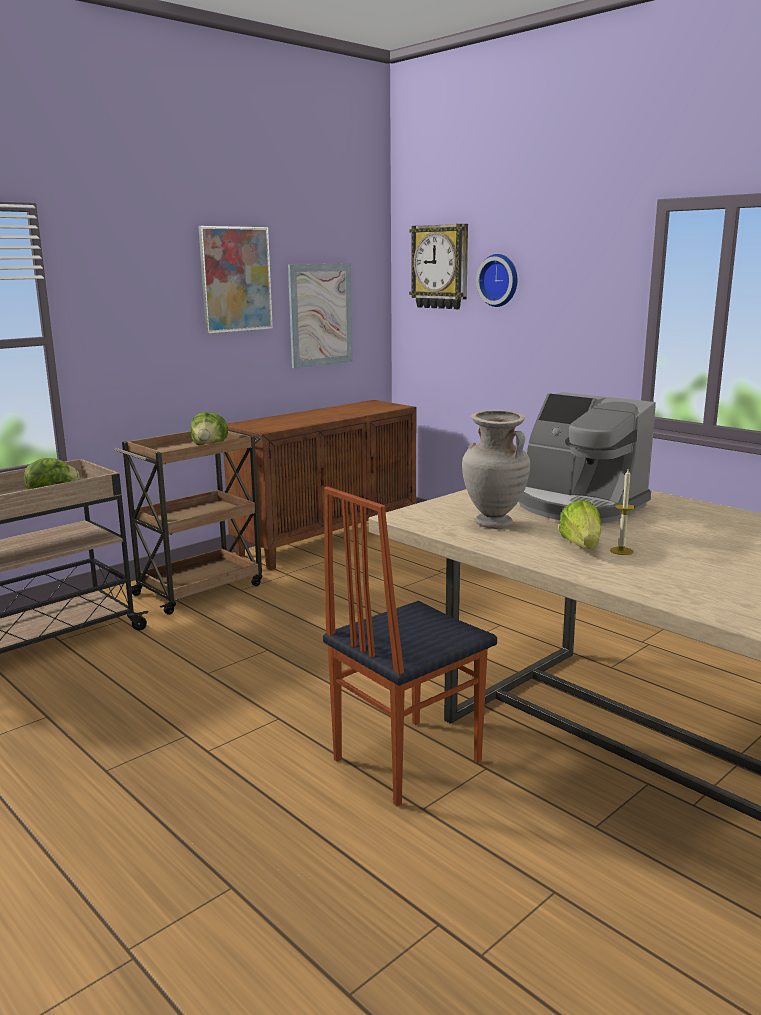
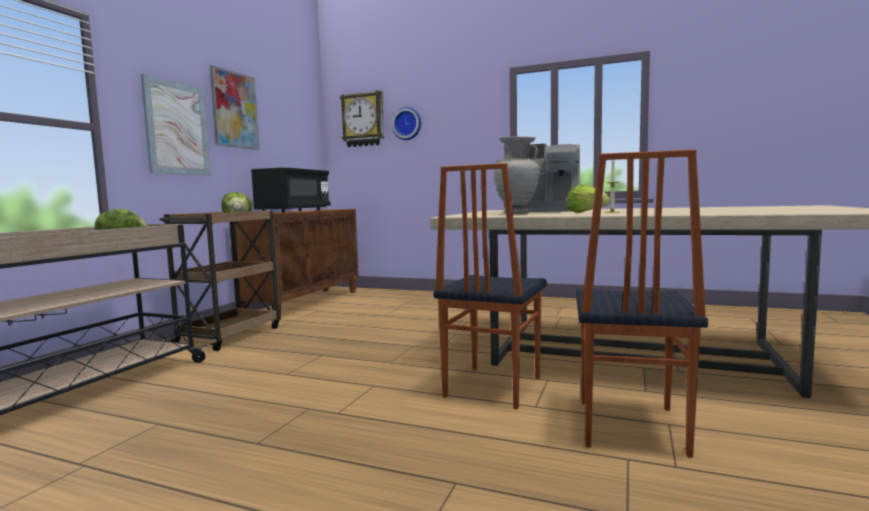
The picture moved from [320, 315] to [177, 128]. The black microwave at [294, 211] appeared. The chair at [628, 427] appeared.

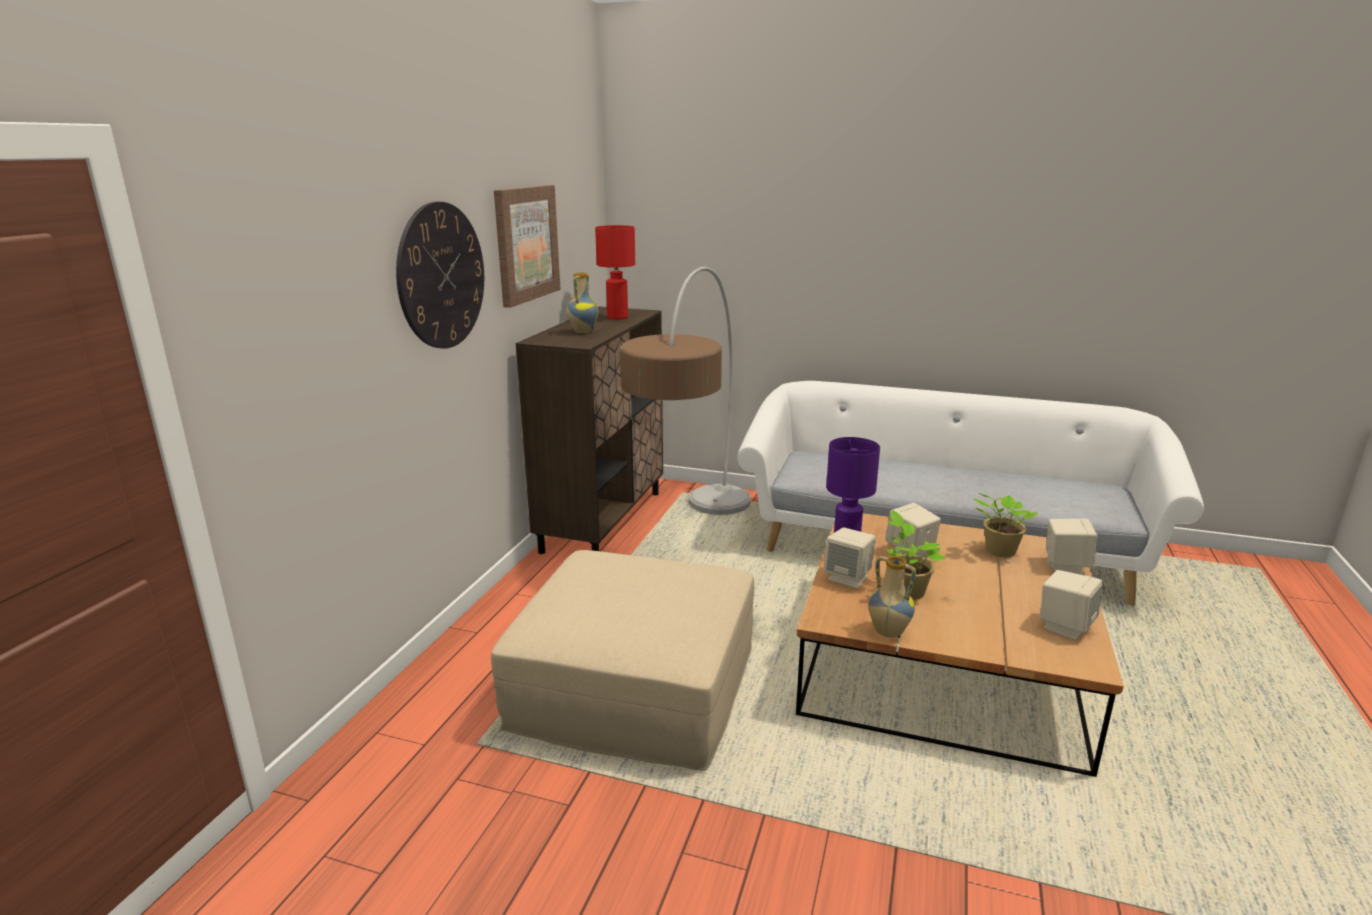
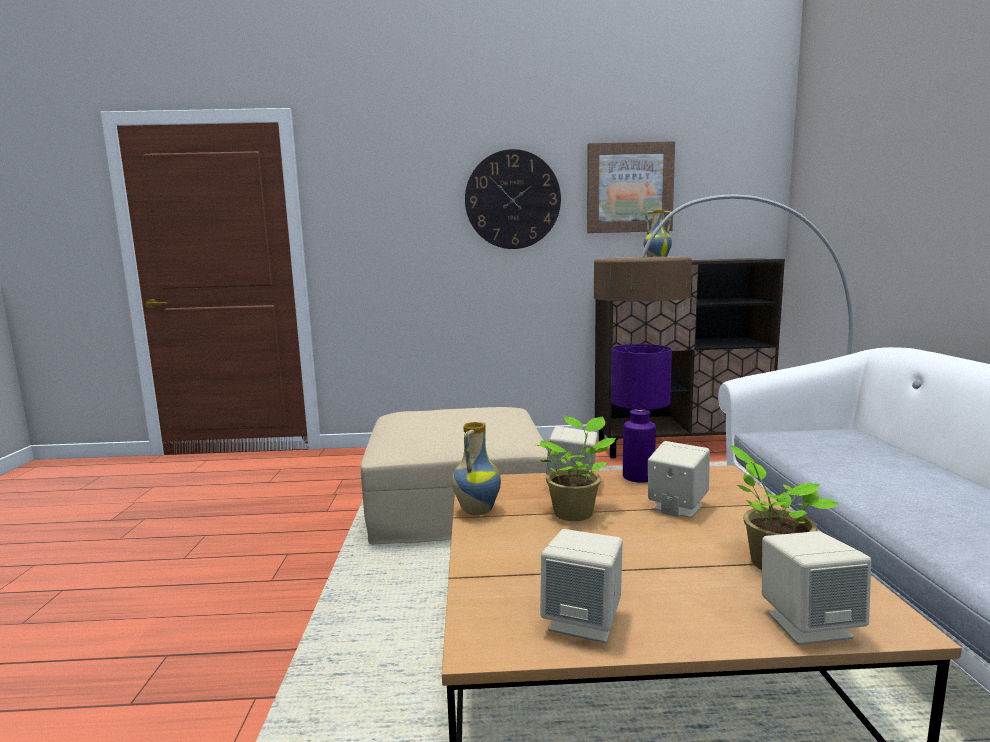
The red table lamp at [618, 318] disappeared.

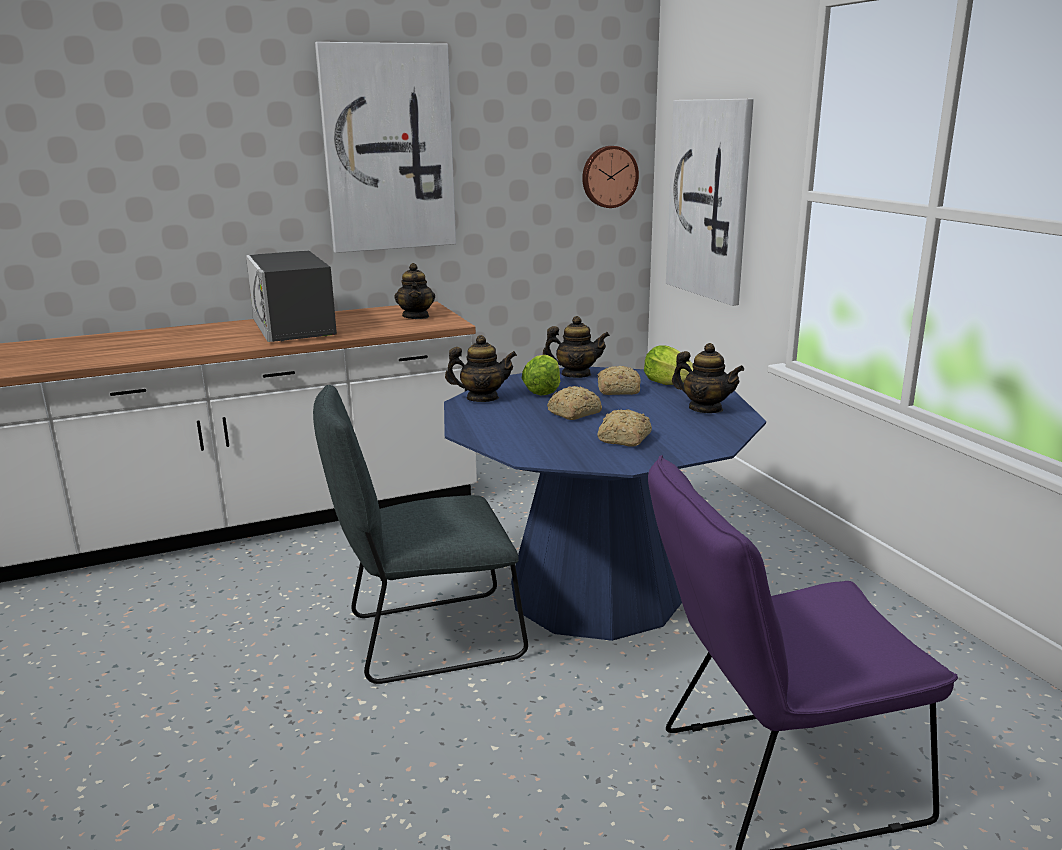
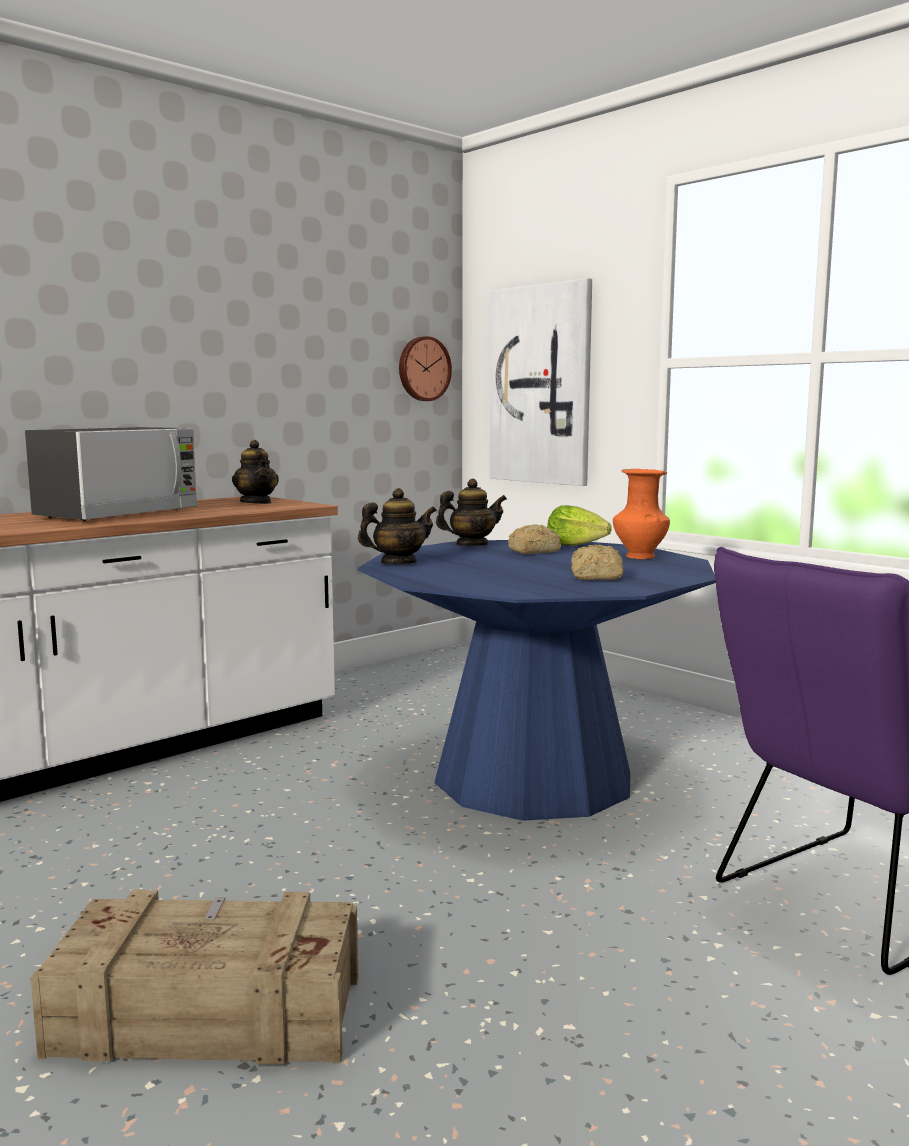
The microwave at [293, 328] turned 105 degrees counterclockwise. The grey chair at [427, 638] disappeared. The picture at [388, 149] disappeared. The lettuce at [542, 391] disappeared. The bread at [573, 413] disappeared. The teapot at [705, 409] was replaced by the orange vase at [639, 556]. The crate at [207, 1013] appeared.

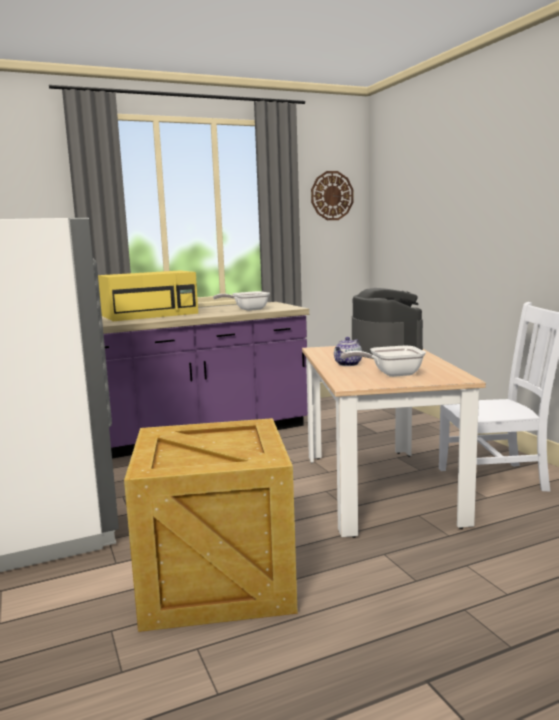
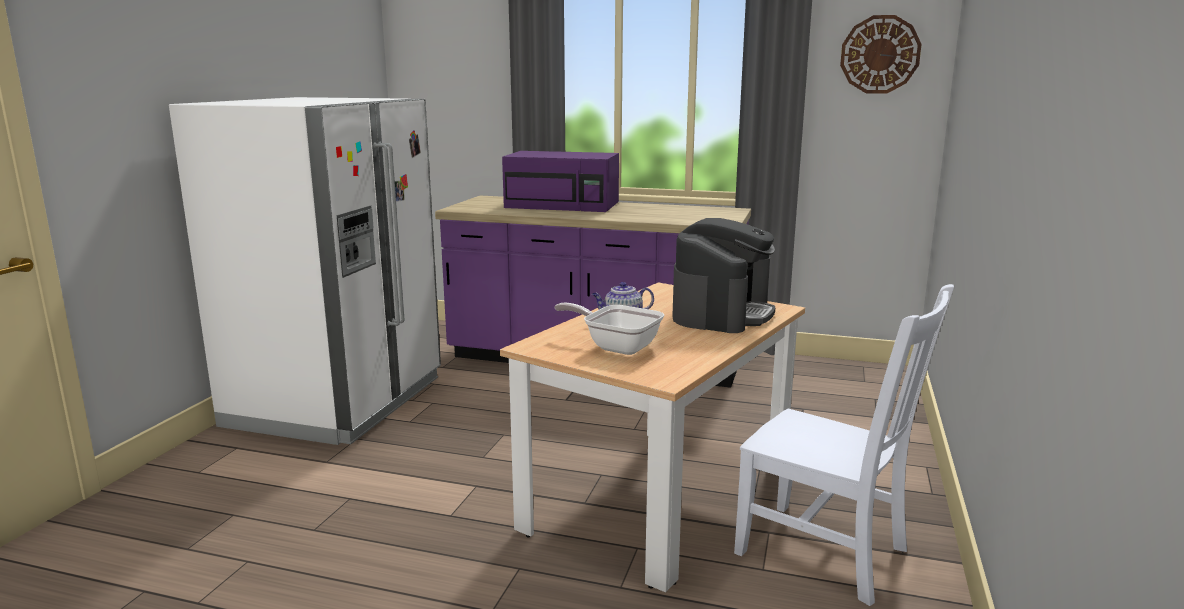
The yellow microwave at [151, 314] became the purple microwave at [563, 205]. The crate at [214, 577] disappeared. The frying pan at [247, 309] disappeared.

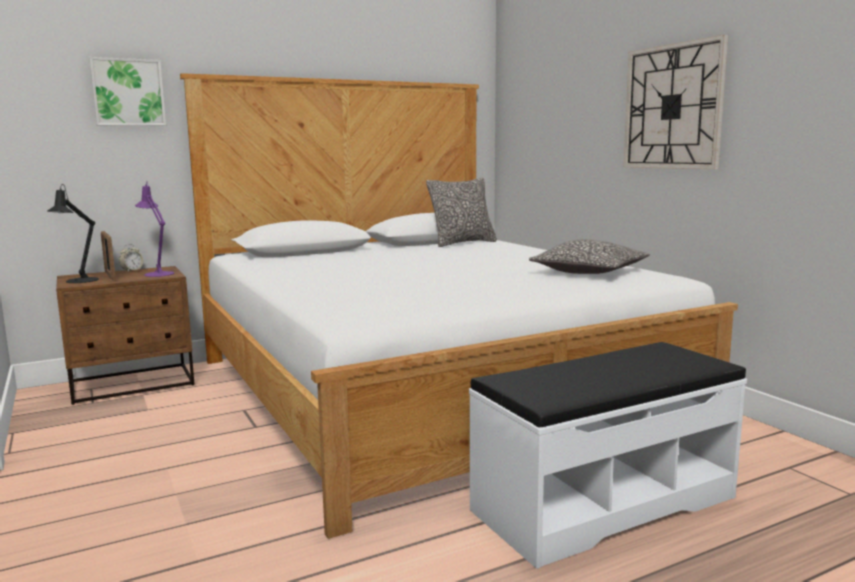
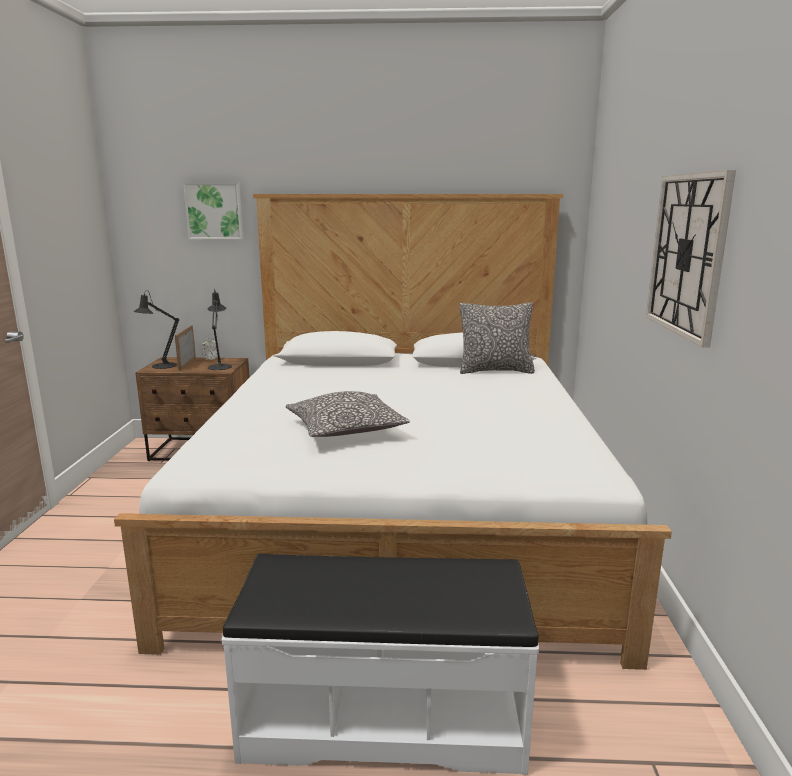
The purple table lamp at [157, 273] became the black table lamp at [220, 366]. The pillow moved from [589, 272] to [346, 429].

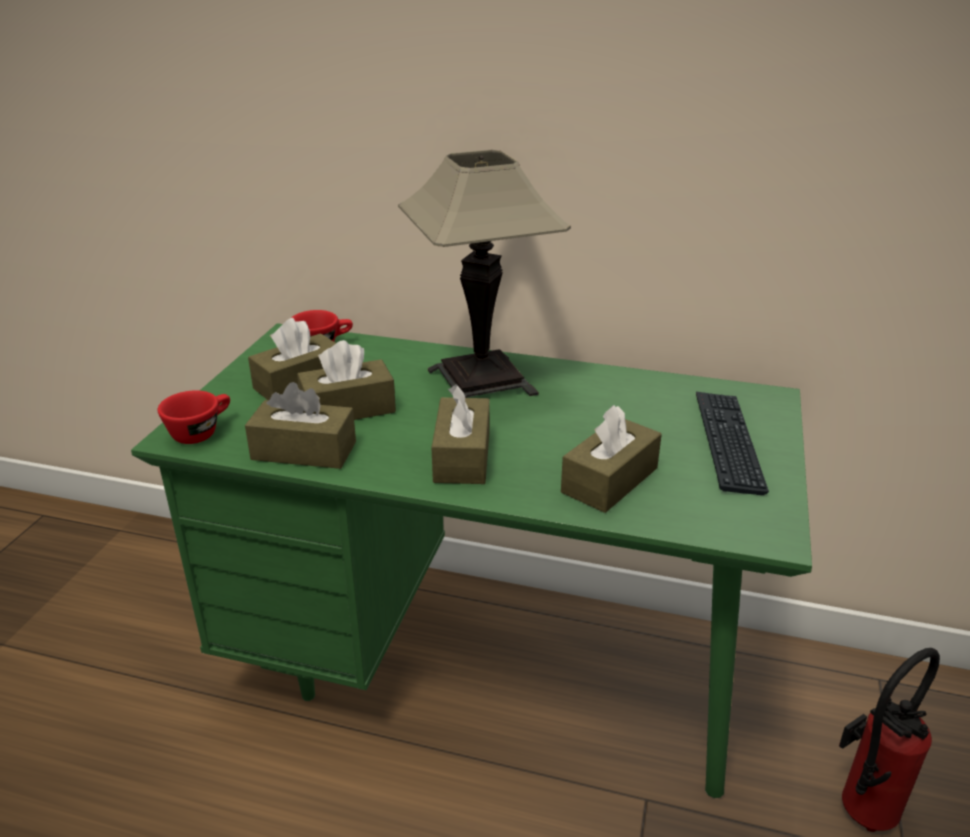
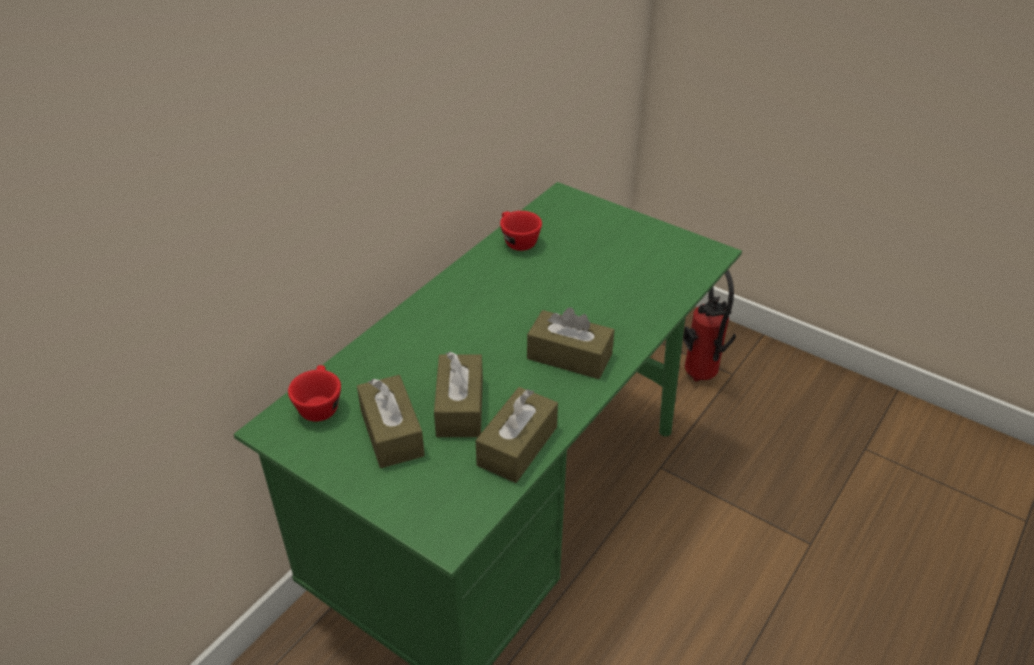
The red cup moved from [201, 431] to [517, 241]. The table lamp at [482, 381] disappeared. The brown tissue box at [609, 480] disappeared. The keyboard at [728, 442] disappeared.

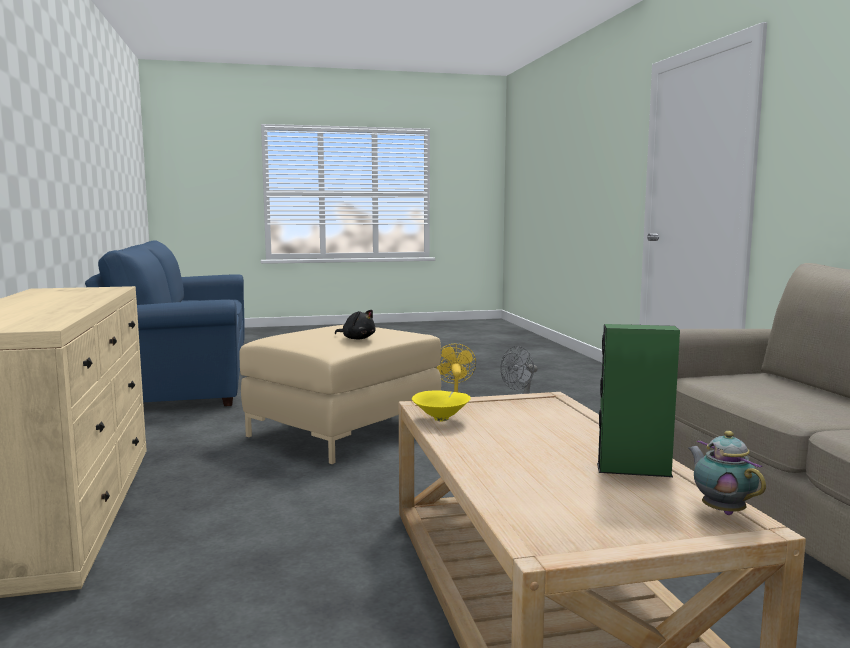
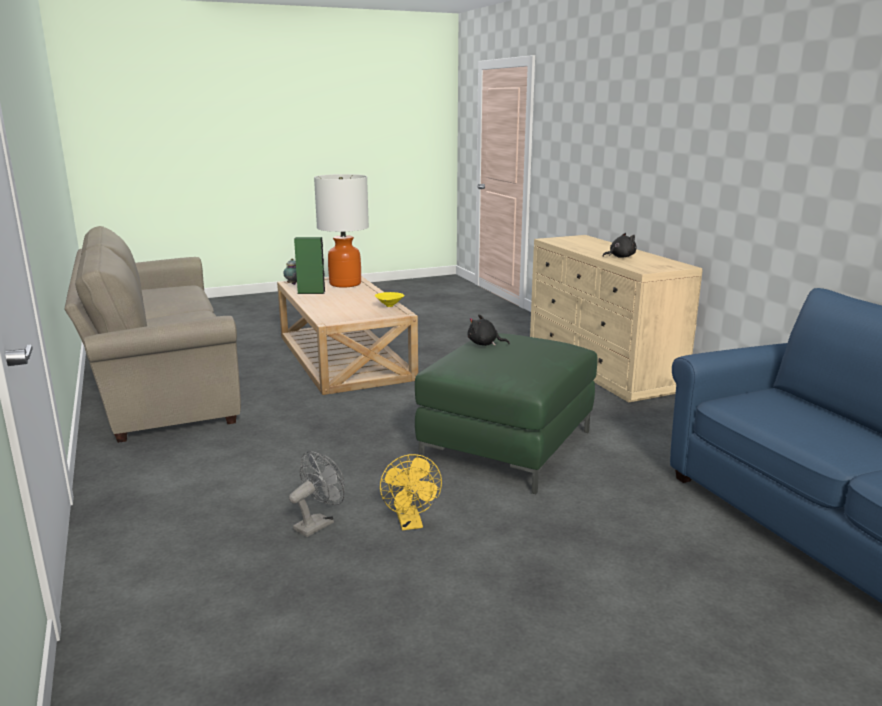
The beige ottoman at [343, 430] became the green ottoman at [508, 447]. The table lamp at [345, 284] appeared. The black plush toy at [620, 257] appeared.

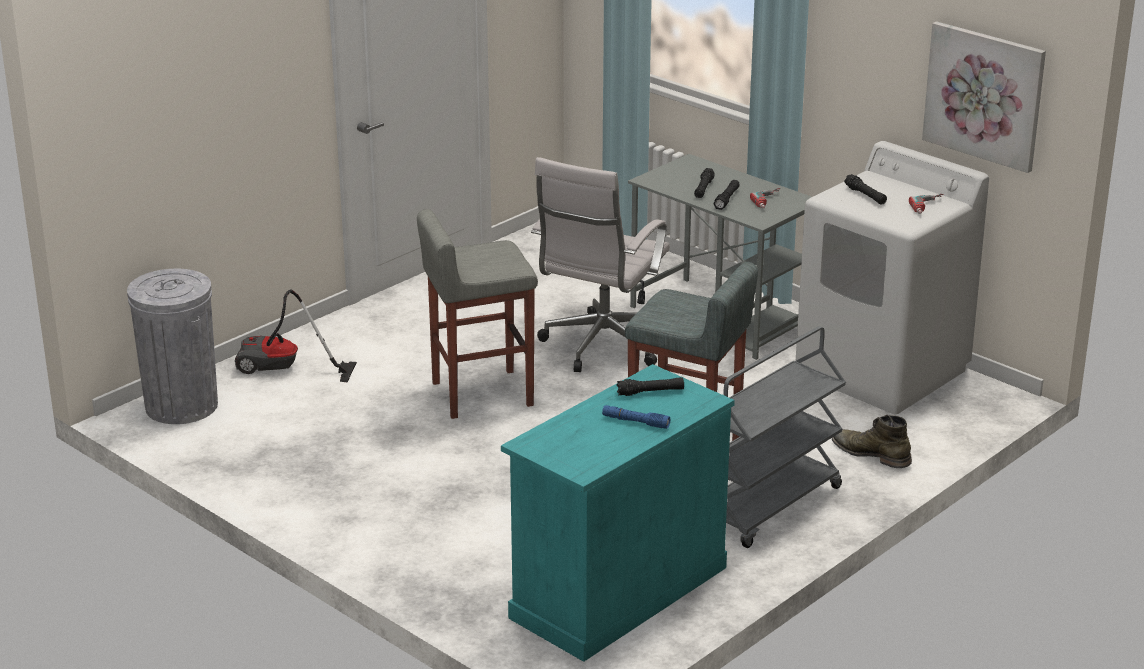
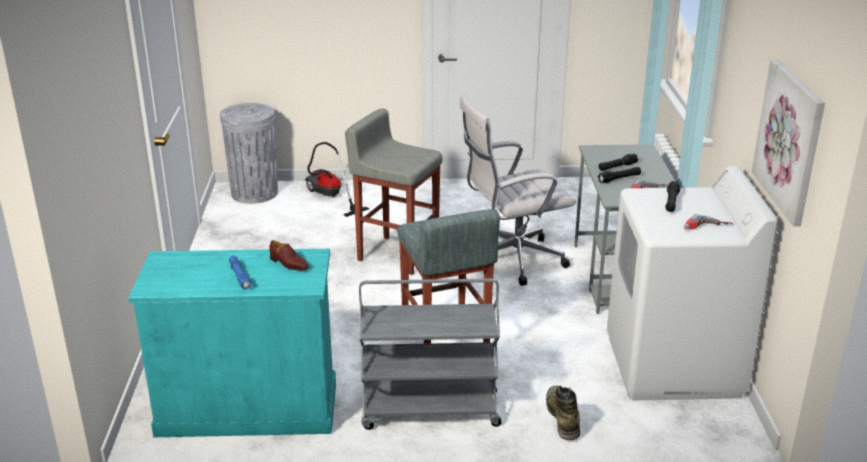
The black flashlight at [650, 392] was replaced by the brown shoe at [288, 264].

